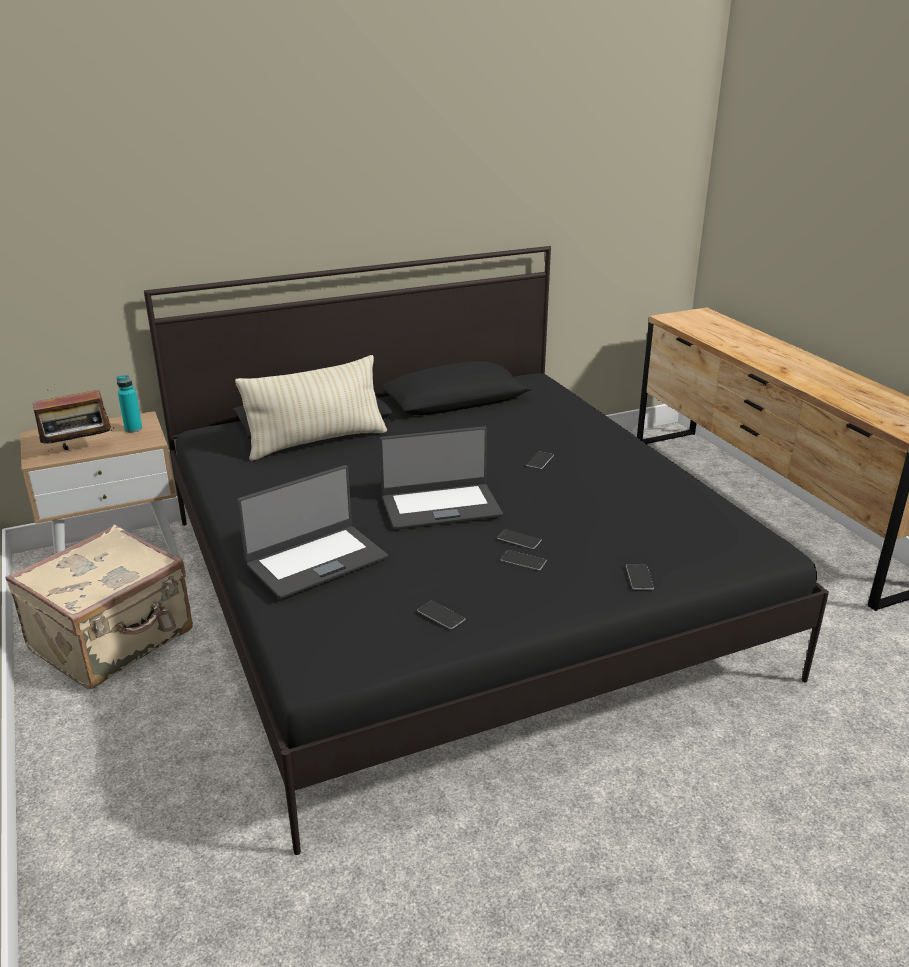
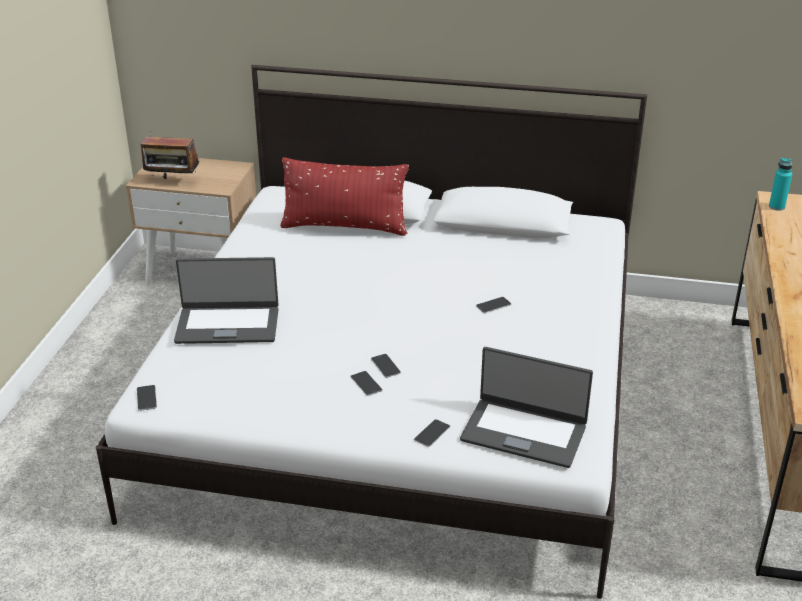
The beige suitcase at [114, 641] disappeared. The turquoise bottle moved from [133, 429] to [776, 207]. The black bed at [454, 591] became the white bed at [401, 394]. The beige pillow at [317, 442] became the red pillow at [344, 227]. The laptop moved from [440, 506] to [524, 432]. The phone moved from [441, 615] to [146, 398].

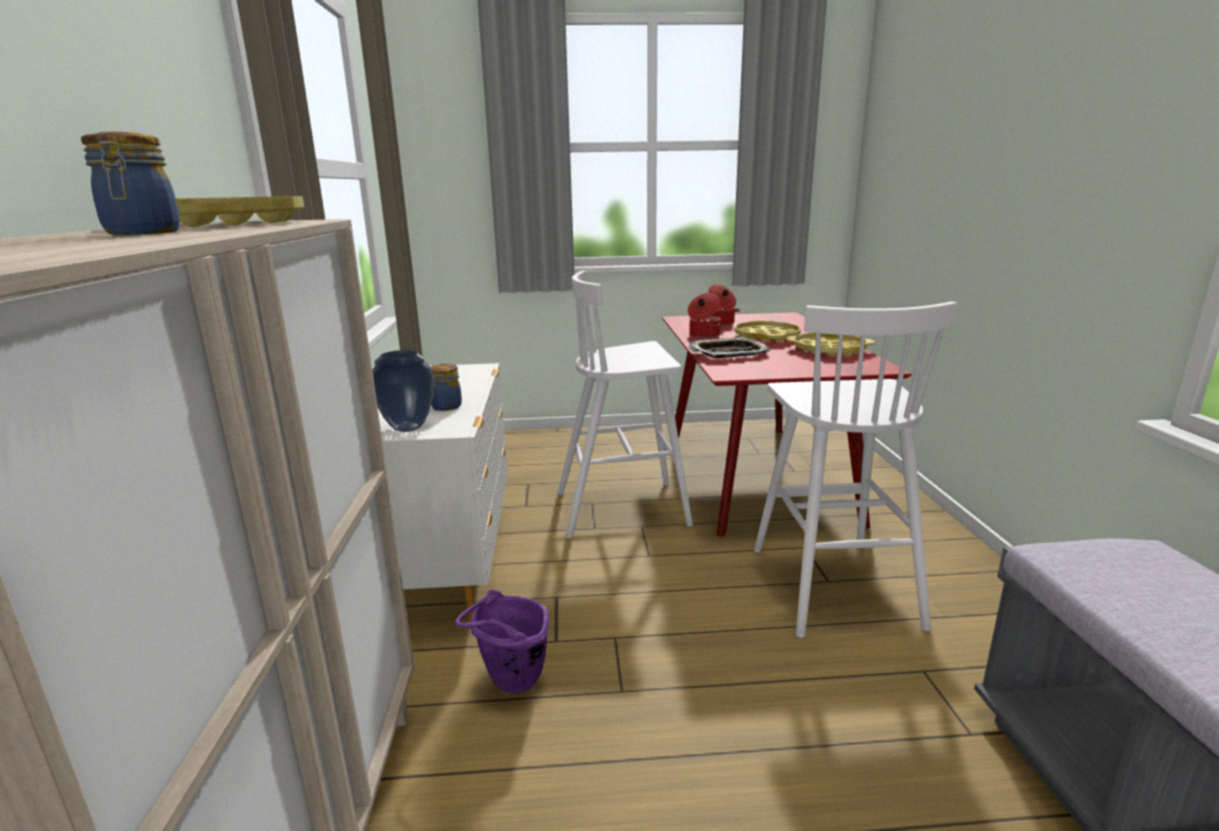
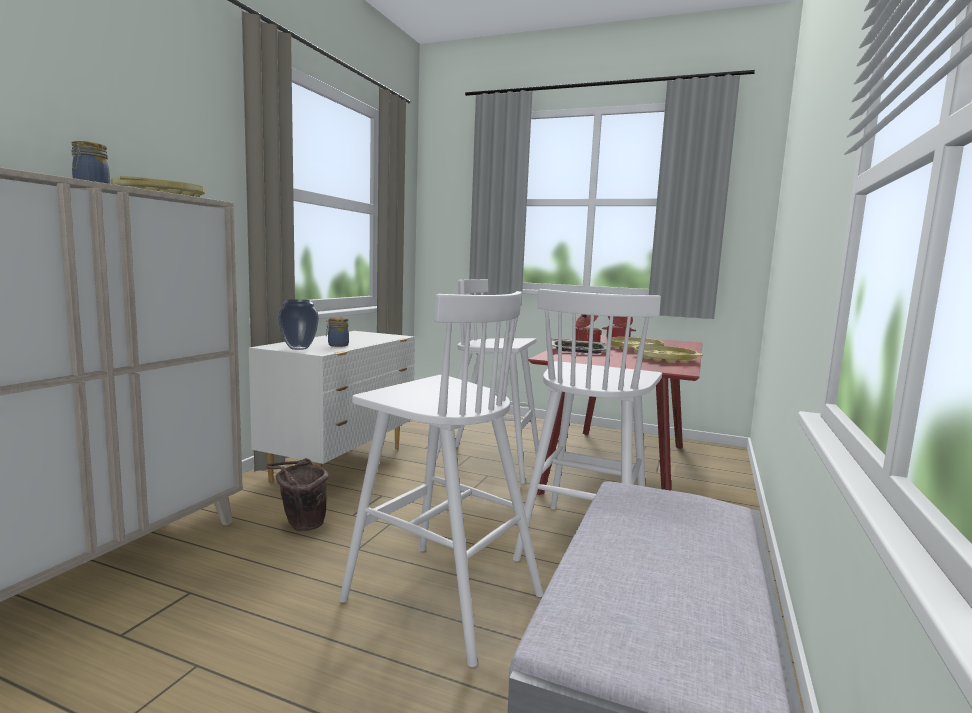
The purple bucket at [510, 684] became the brown bucket at [300, 526]. The white stool at [439, 597] appeared.

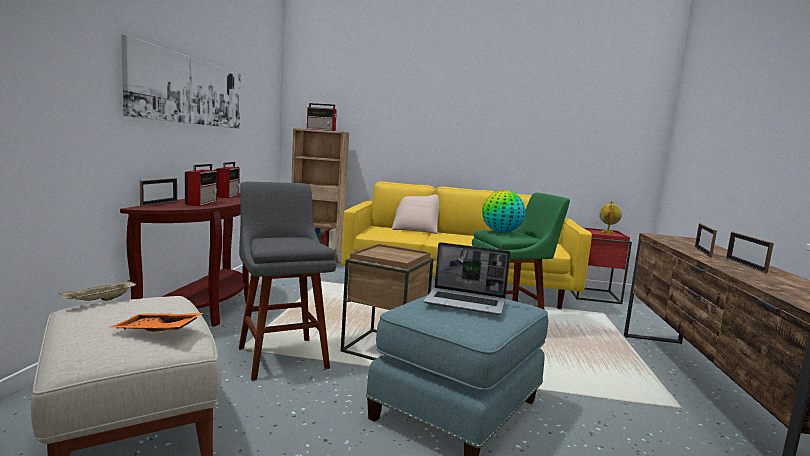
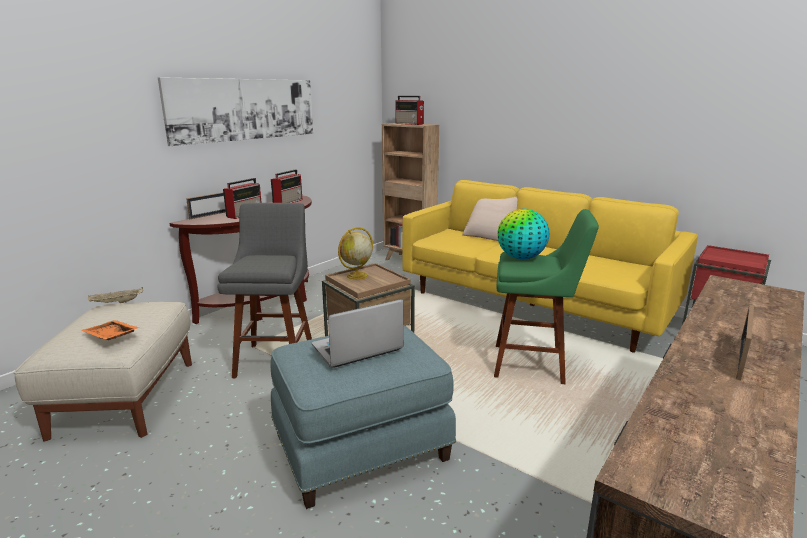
The laptop at [466, 303] turned 105 degrees clockwise. The globe moved from [607, 232] to [356, 276]. The picture frame at [702, 252] disappeared.

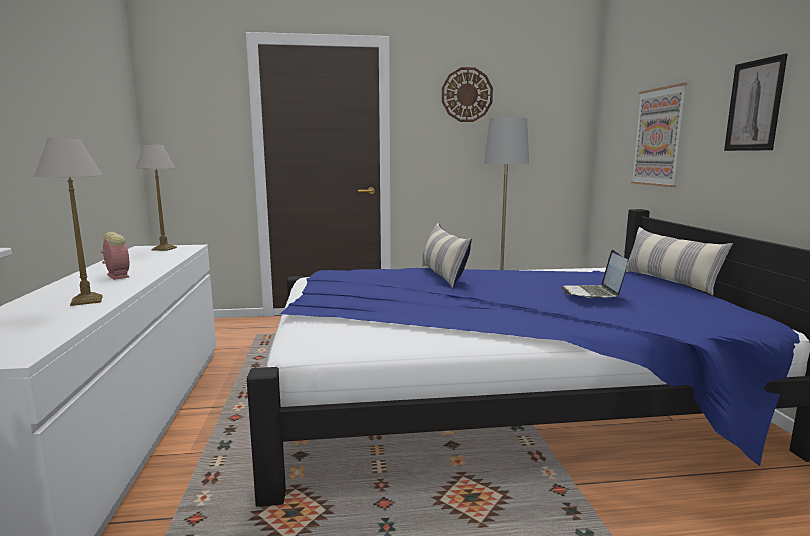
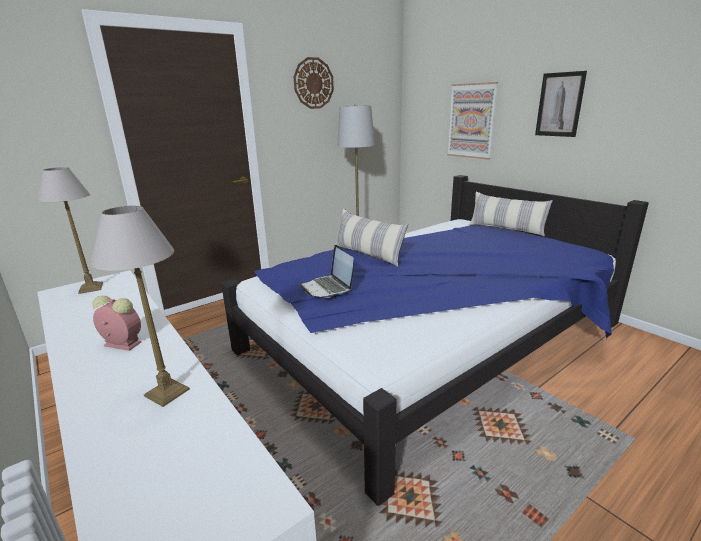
The laptop moved from [593, 294] to [328, 288].

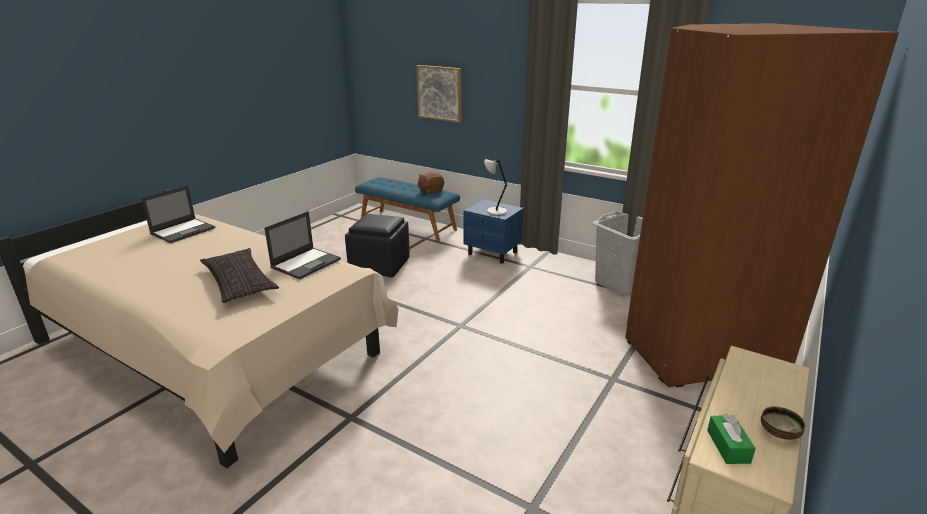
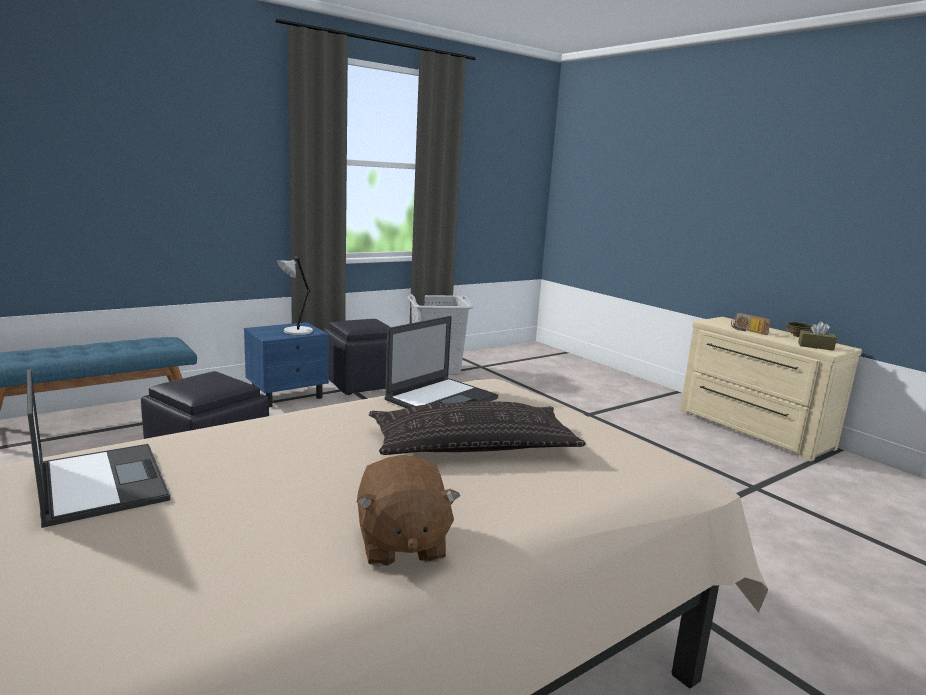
The laptop at [306, 263] turned 75 degrees clockwise. The picture at [439, 93] disappeared. The brown plush toy moved from [430, 191] to [401, 544]. The brown wardrobe at [696, 341] disappeared. The green tissue box at [728, 446] became the brown tissue box at [815, 346]. The black ottoman at [362, 383] appeared. The radio at [747, 331] appeared.

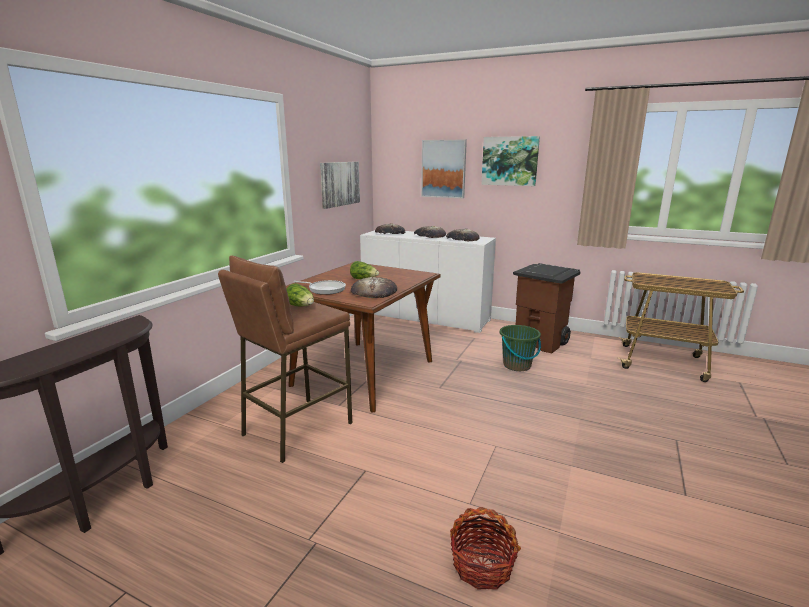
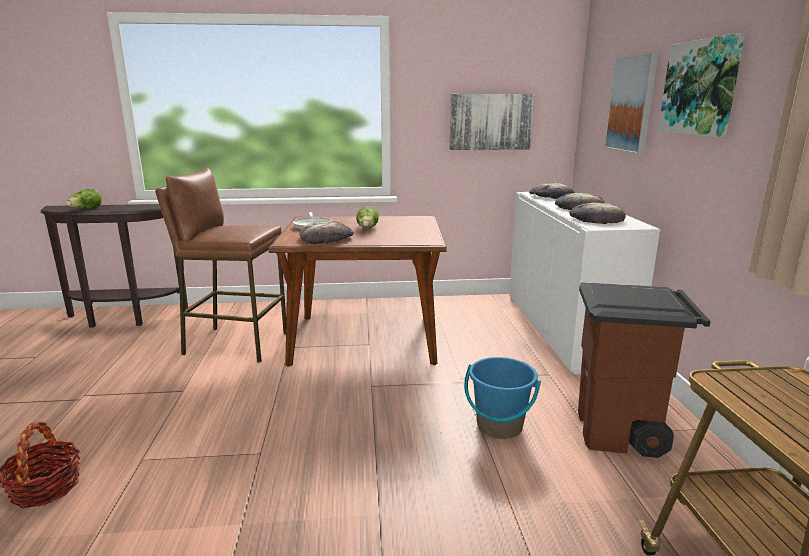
The lettuce moved from [301, 306] to [86, 209]. The green bucket at [517, 365] became the blue bucket at [499, 426].

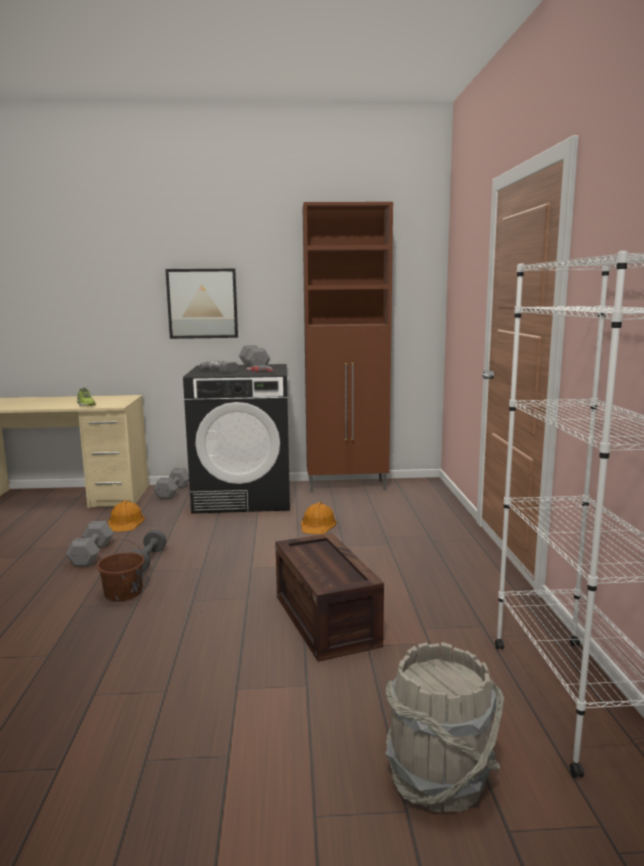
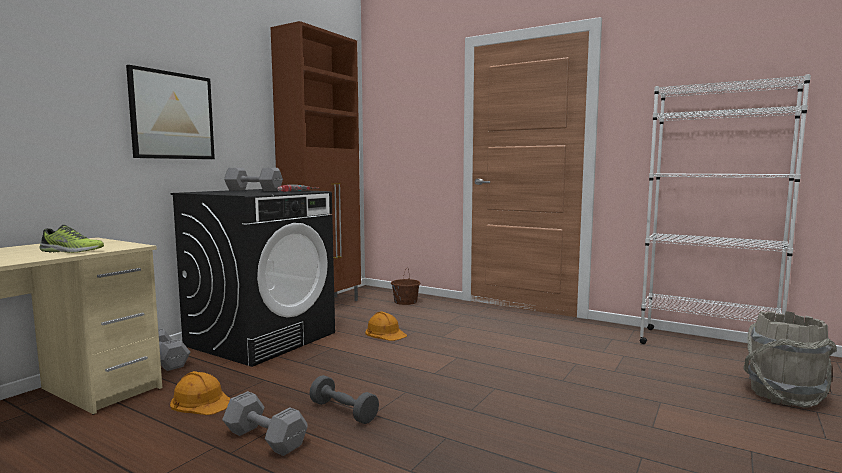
The brown bucket moved from [124, 592] to [405, 302]. The power drill at [224, 370] disappeared. The crate at [328, 621] disappeared.

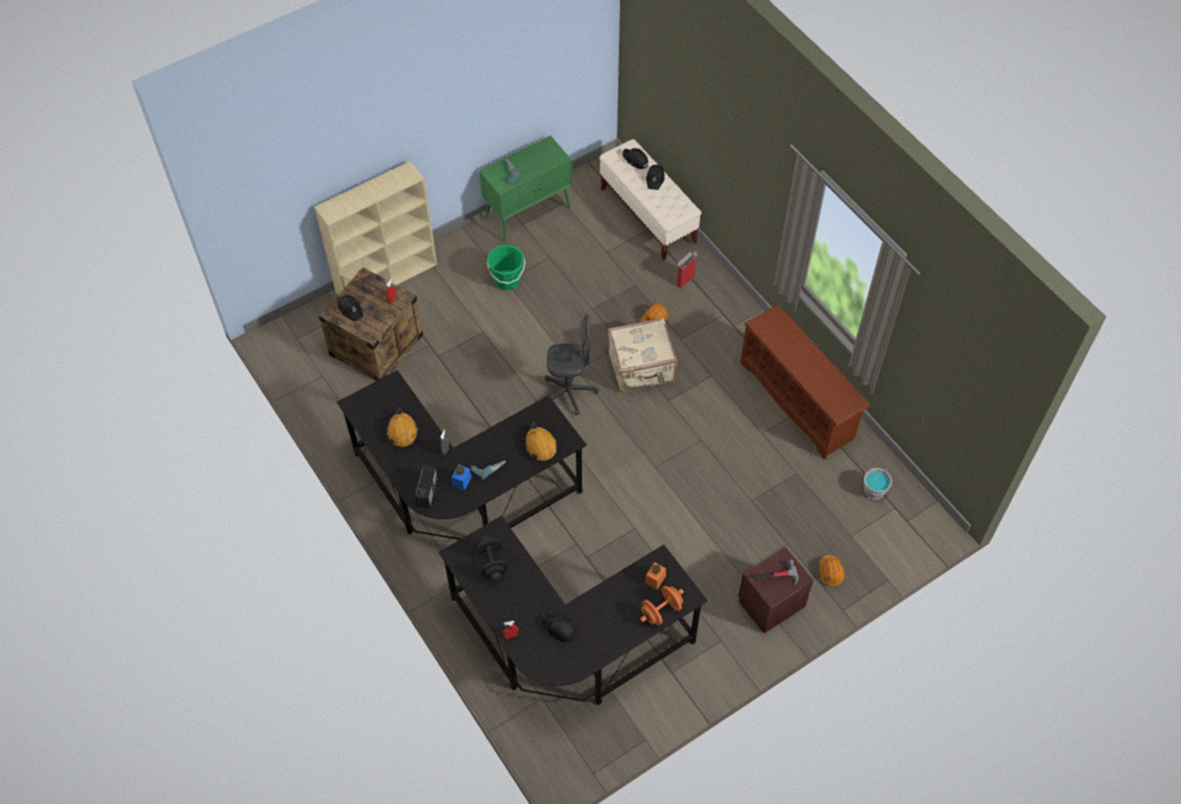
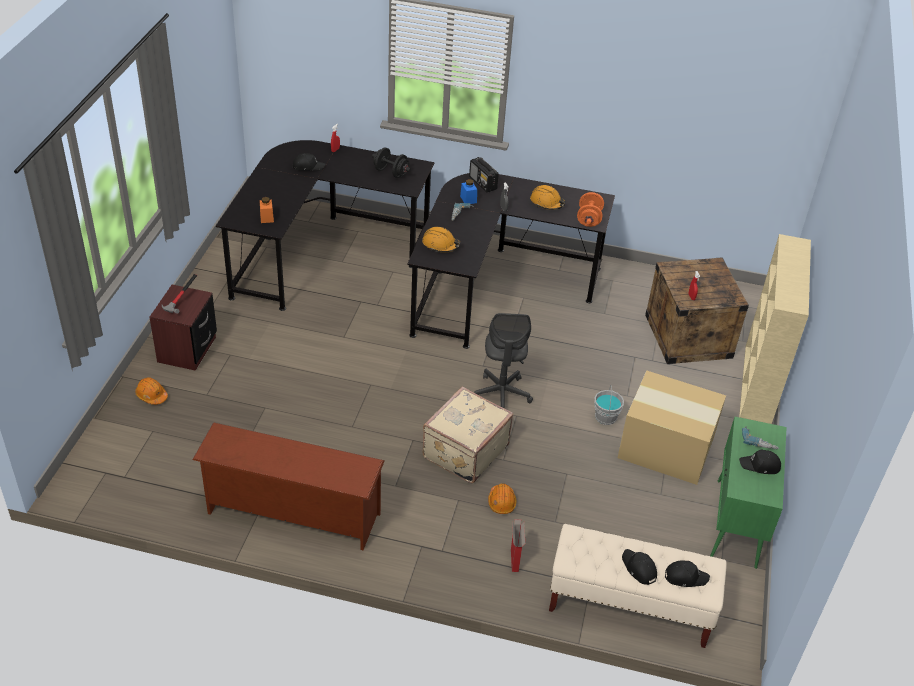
The black cap moved from [351, 309] to [760, 466]. The green bucket at [507, 280] was replaced by the cardboard box at [667, 448]. The grey office chair at [569, 392] turned 45 degrees counterclockwise. The orange dumbbell moved from [661, 611] to [589, 219]. The grey bucket moved from [874, 490] to [606, 417].

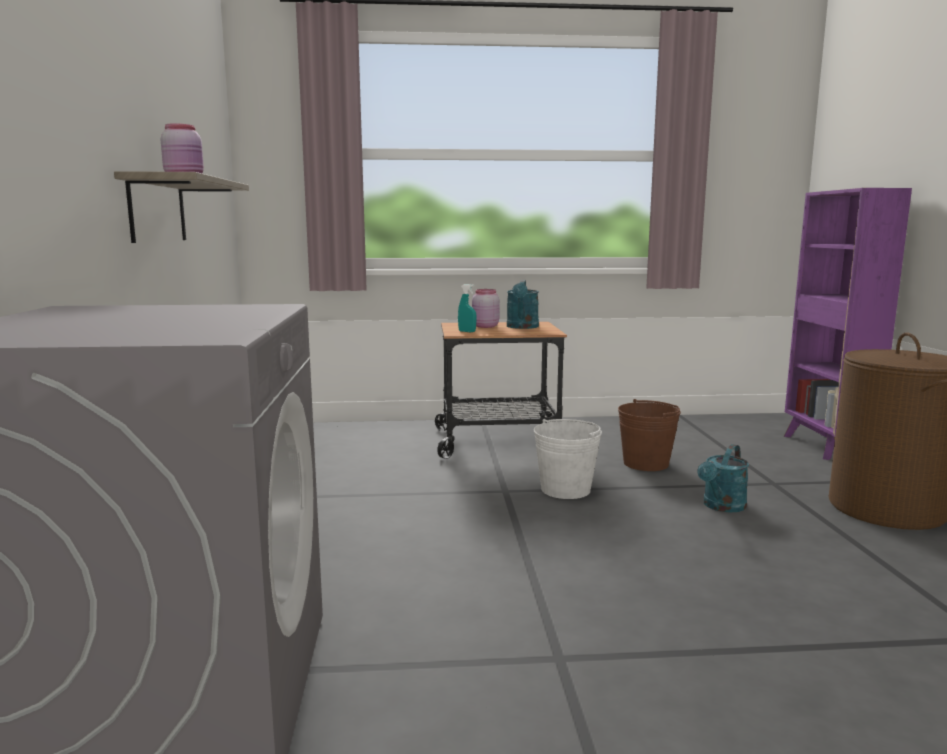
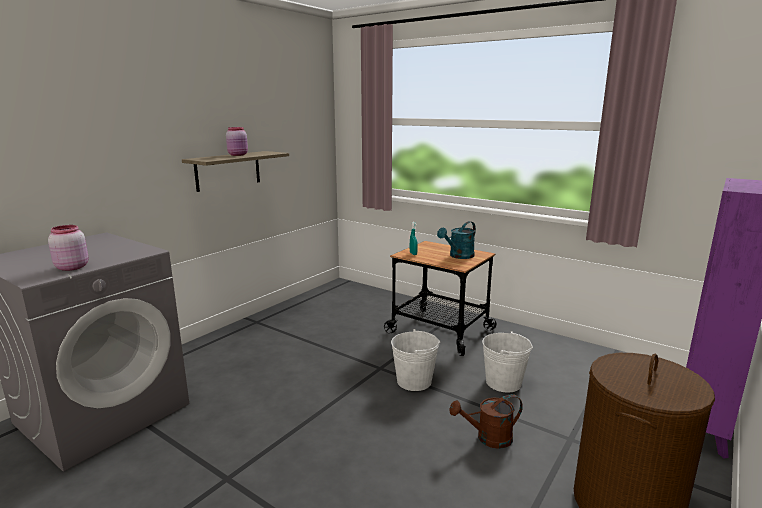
The pink jar moved from [484, 326] to [71, 267]. The brown bucket at [646, 463] became the white bucket at [503, 382]. The turquoise watering can at [721, 507] became the brown watering can at [488, 438].

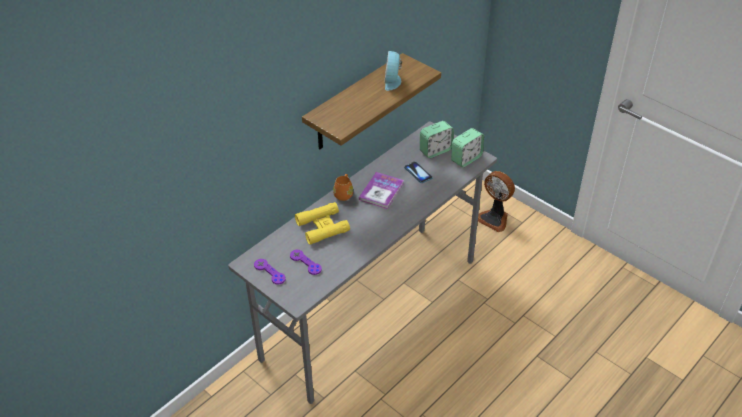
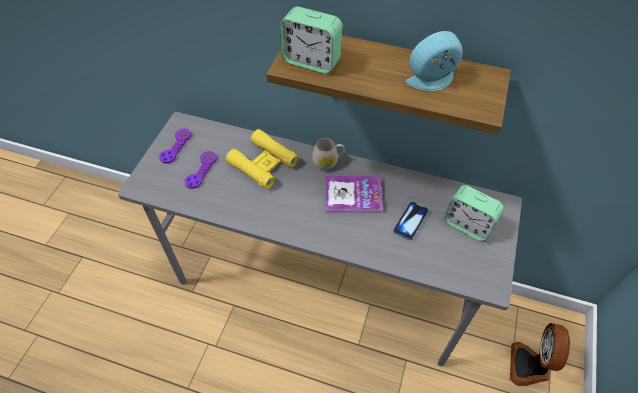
The orange mug at [344, 193] became the white mug at [328, 162]. The alarm clock moved from [466, 158] to [311, 61].

